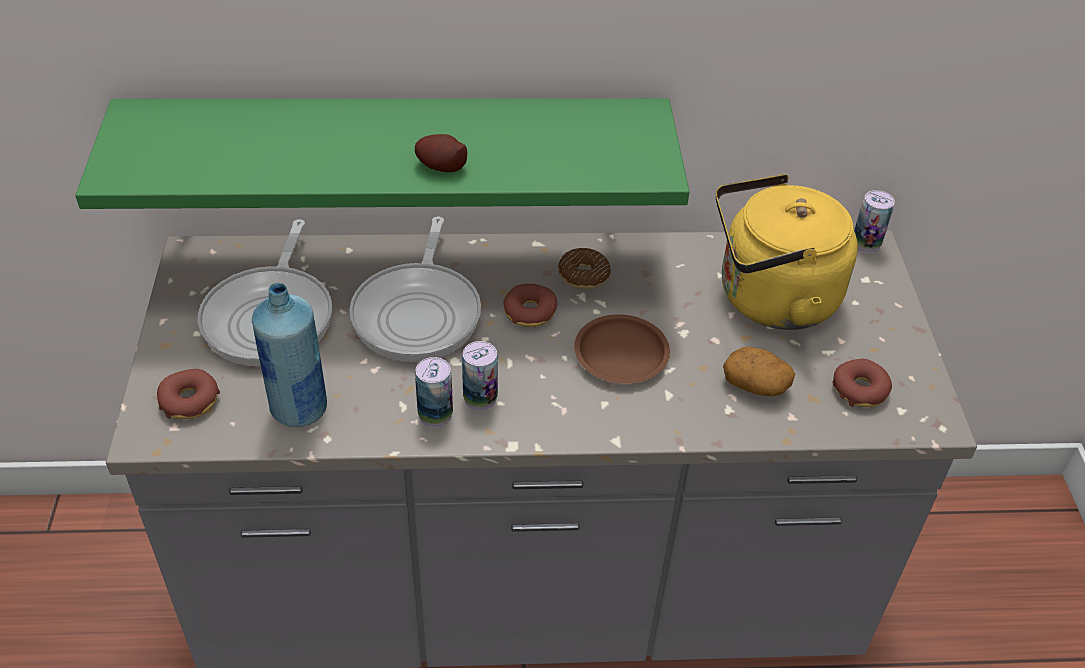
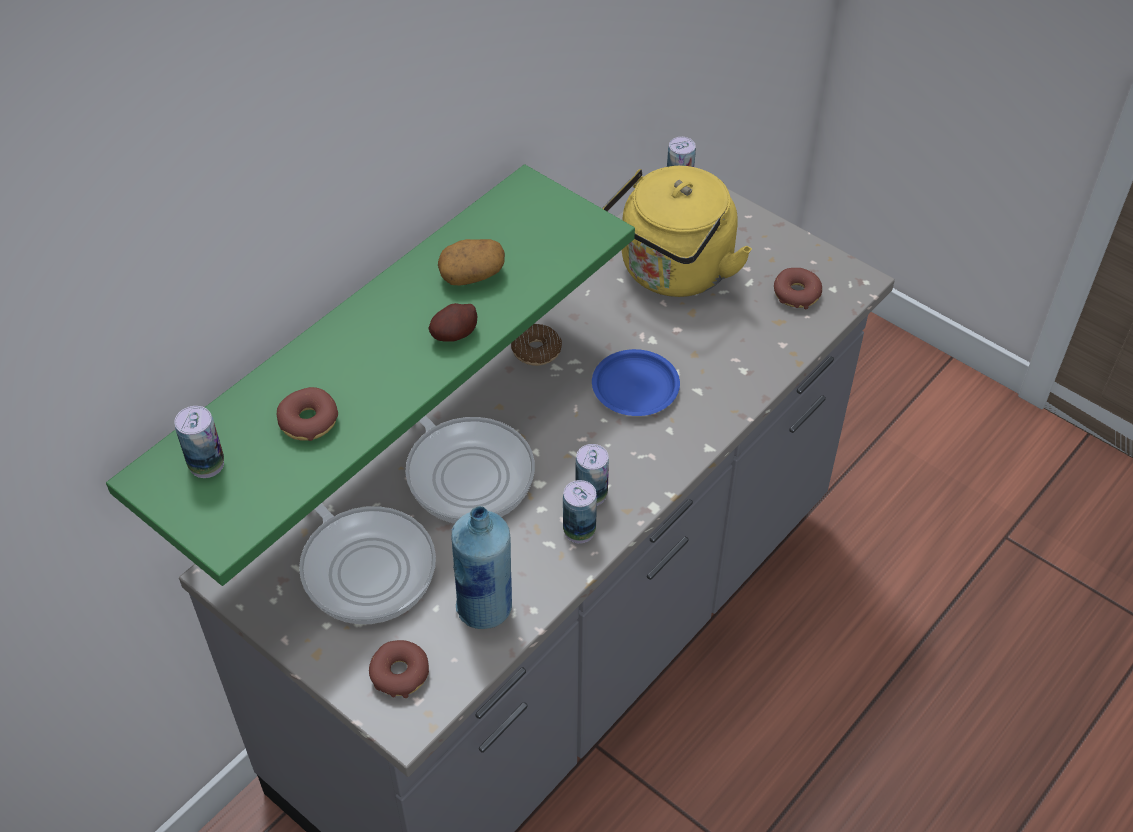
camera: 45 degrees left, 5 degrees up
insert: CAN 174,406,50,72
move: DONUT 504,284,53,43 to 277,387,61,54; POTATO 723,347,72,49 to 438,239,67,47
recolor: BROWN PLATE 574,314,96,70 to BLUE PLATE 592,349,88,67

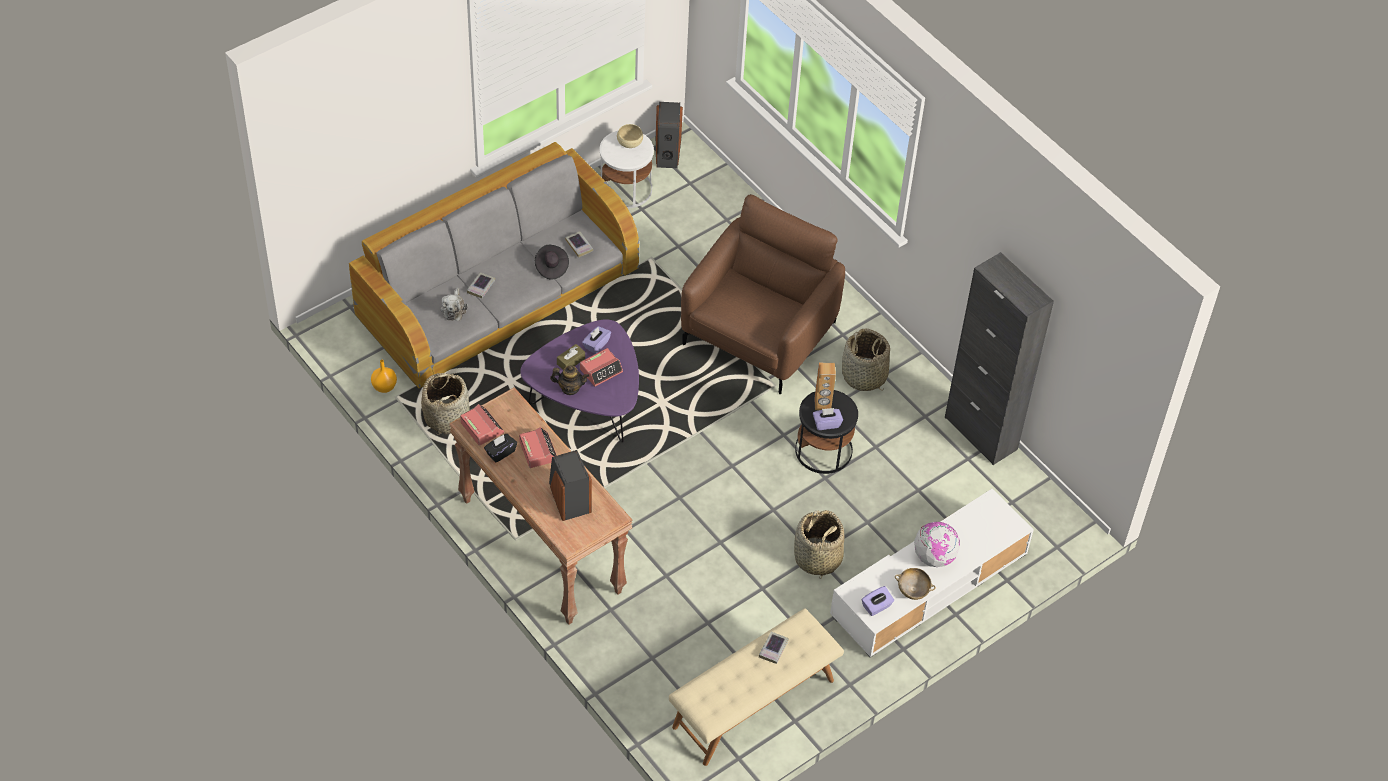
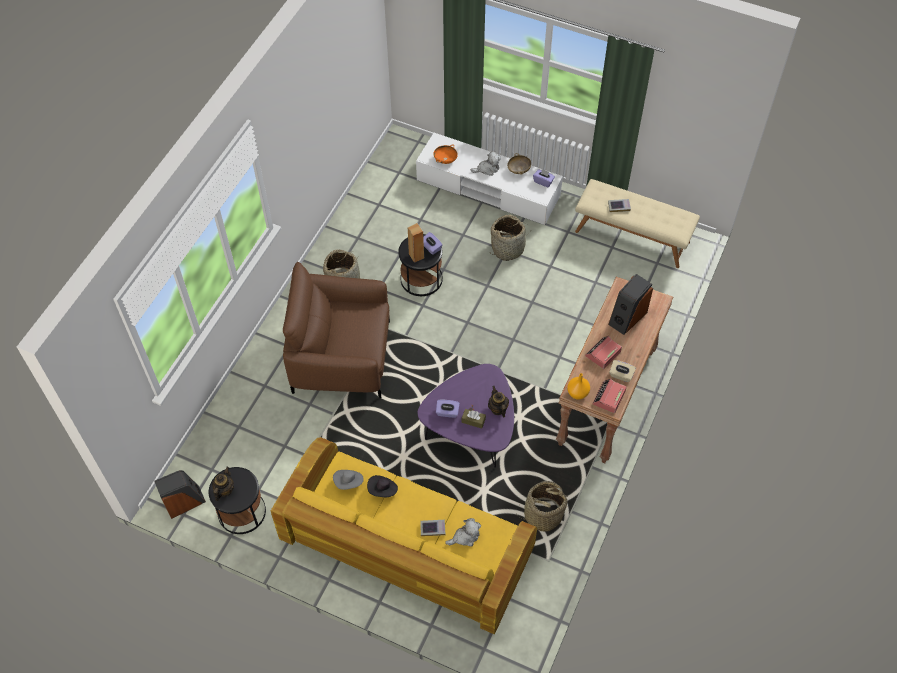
camera: 115 degrees left, 5 degrees up
delete: ALARM CLOCK 580,348,43,38; BLACK CABINET 945,252,109,213
insert: ORANGE BOWL 433,144,25,20
move: ORANGE VASE 371,360,26,33 to 567,373,23,27
replace: BOOK 565,231,28,27 to GREY HAT 333,470,31,20; BEIGE BOWL 617,124,26,24 to TEAPOT 212,467,22,34; GLOBE 914,522,46,45 to PLUSH TOY 471,151,30,25
recolor: GREY SOFA 349,142,290,246 to YELLOW SOFA 271,437,266,197; BLACK TISSUE BOX 484,434,33,29 to BEIGE TISSUE BOX 609,360,27,22; WHITE SIDE TABLE 600,131,54,78 to BLACK SIDE TABLE 209,467,57,67

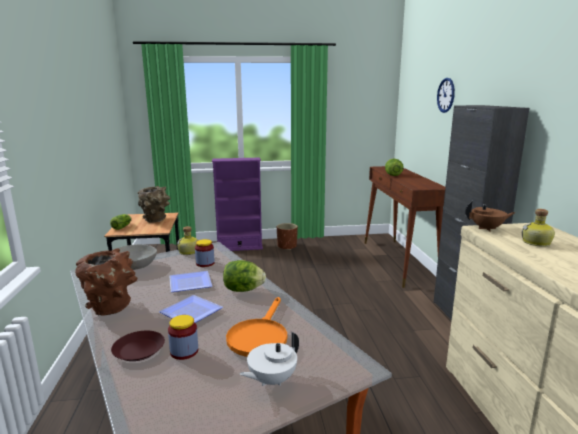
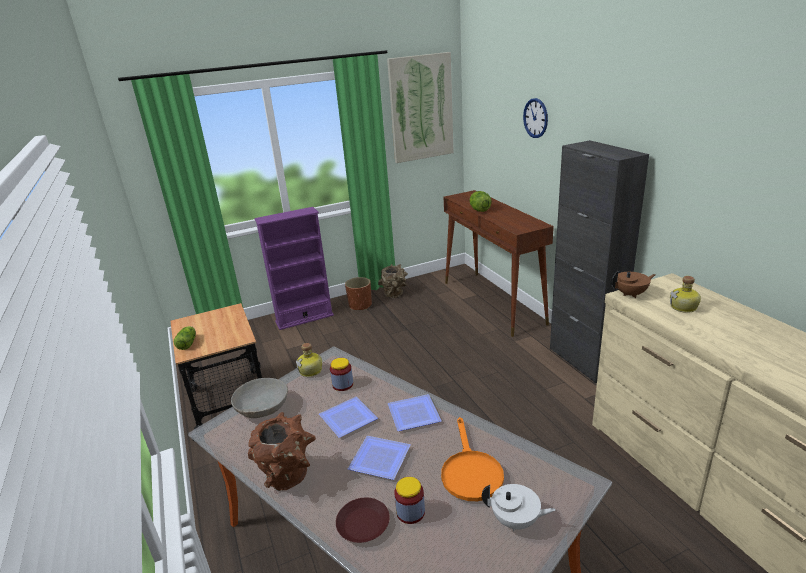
camera: 15 degrees left, 10 degrees up
insert: PICTURE 387,52,67,111
move: BROWN VASE 138,186,33,37 to 378,264,30,34
replace: LETTUCE 223,260,43,32 to PLATE 388,394,53,37
rotate: WHITE TEAPOT 240,332,59,54 = 482,484,74,47 105 degrees counterclockwise

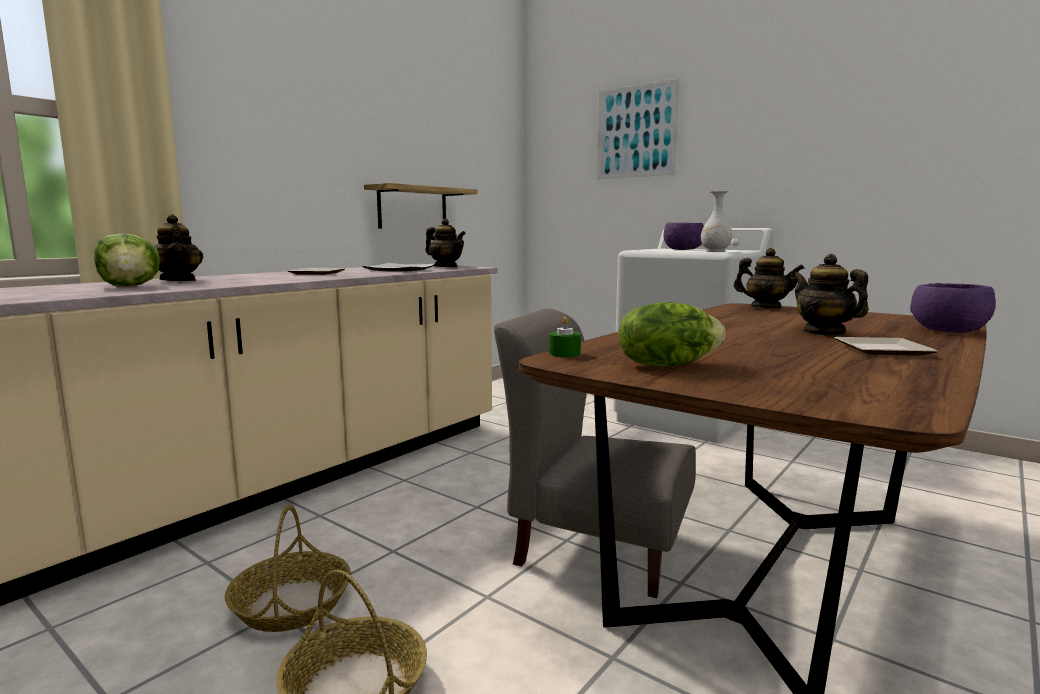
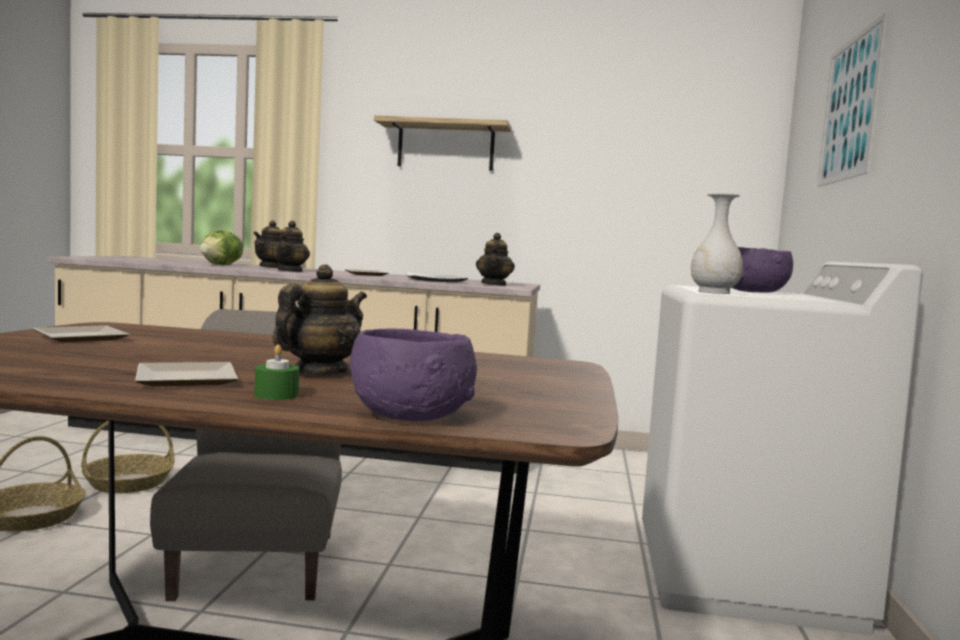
camera: 60 degrees right, 5 degrees down
move: SHELF 364,183,113,45 to 374,115,138,55; GREEN CANDLE 549,317,32,40 to 254,344,45,56; TEAPOT 734,248,70,60 to 272,221,38,51
replace: LETTUCE 619,302,106,64 to PLATE 33,325,97,18

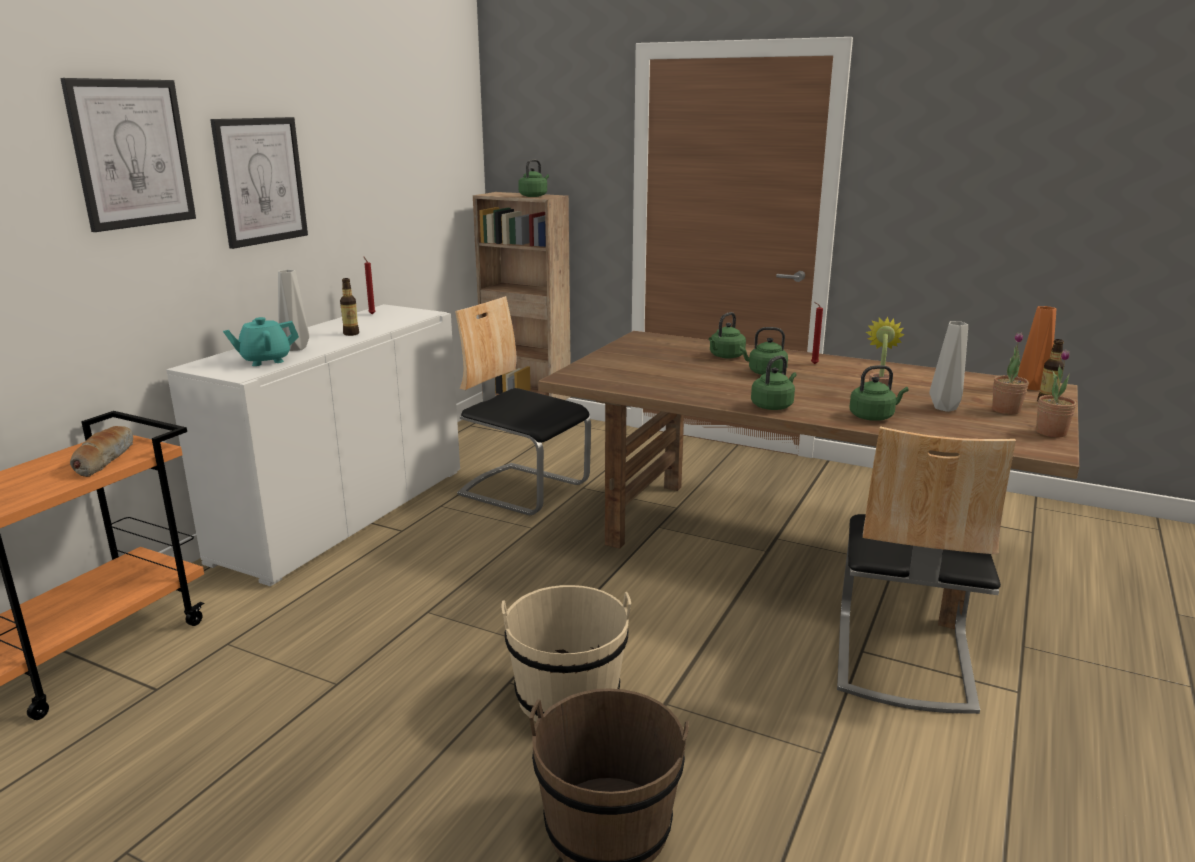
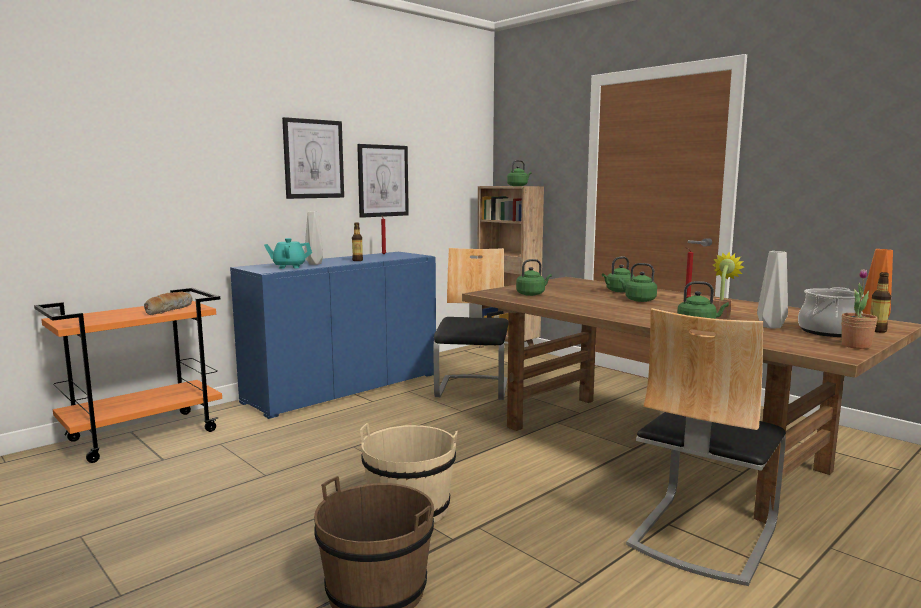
camera: 20 degrees right, 10 degrees down
move: PICTURE 60,78,136,154 to 357,144,52,74; GREEN KETTLE 751,356,46,54 to 516,259,36,37
replace: POTTED PLANT 992,332,37,82 to COOKING POT 798,287,66,50
recolor: WHITE CABINET 166,304,294,282 to BLUE CABINET 230,252,206,167
rotate: CHAIR 455,296,136,219 = 433,248,75,152 45 degrees clockwise

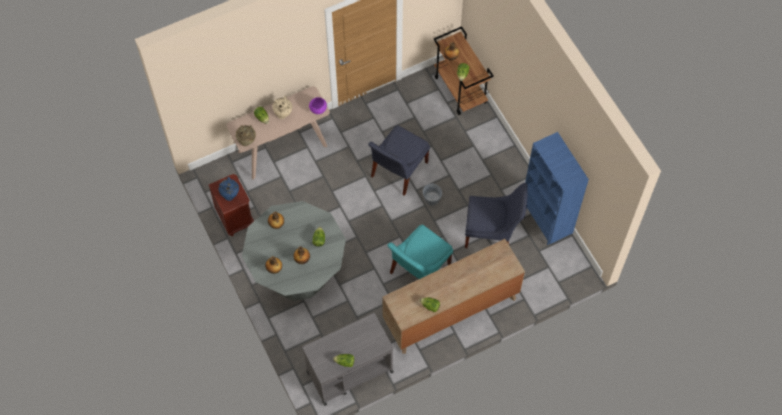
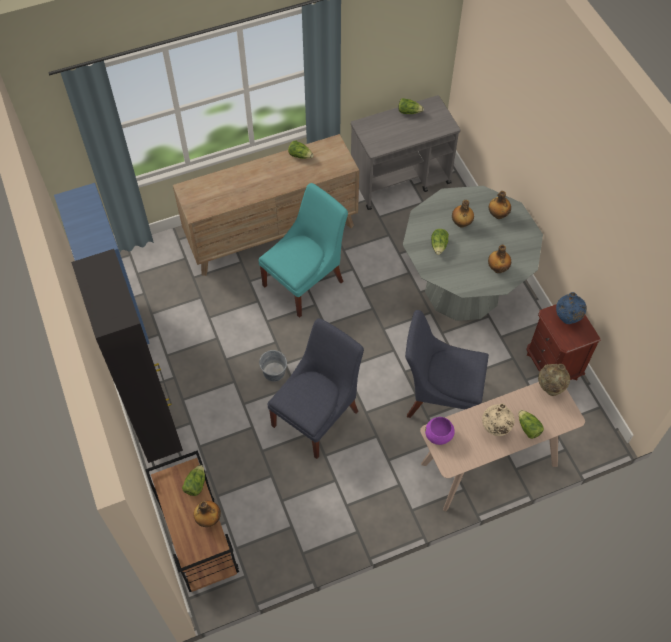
camera: 175 degrees left, 5 degrees down
insert: BLACK CABINET 71,249,112,217
move: BLUE CHAIR 465,183,63,65 to 405,310,84,108

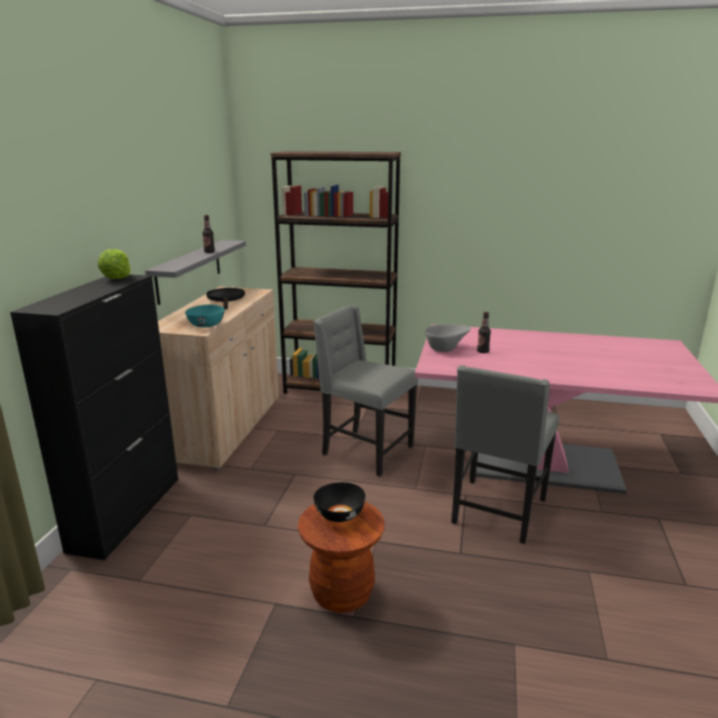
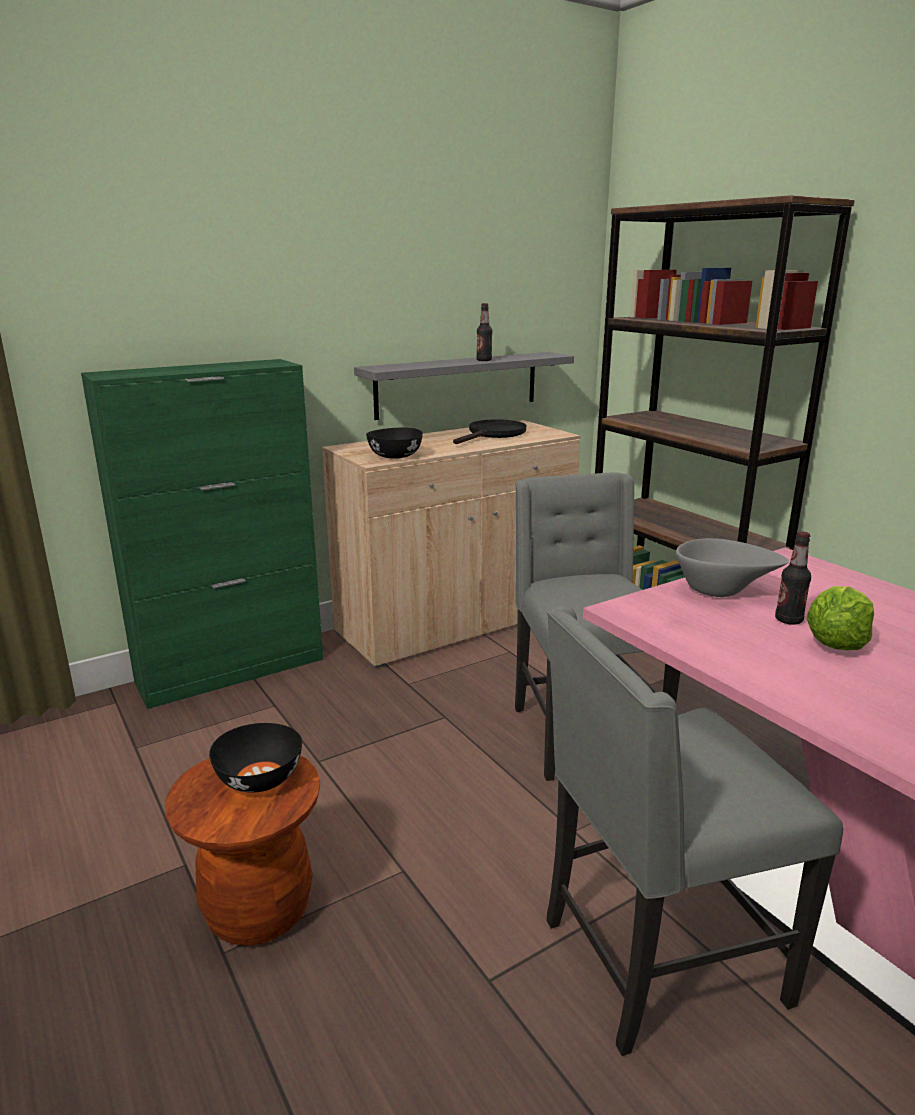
camera: 45 degrees right, 0 degrees up
move: LETTUCE 98,249,33,30 to 806,586,68,64
recolor: BLACK CABINET 10,274,168,286 to GREEN CABINET 81,359,242,350; TURQUOISE BOWL 185,305,40,22 to BLACK BOWL 366,428,57,31

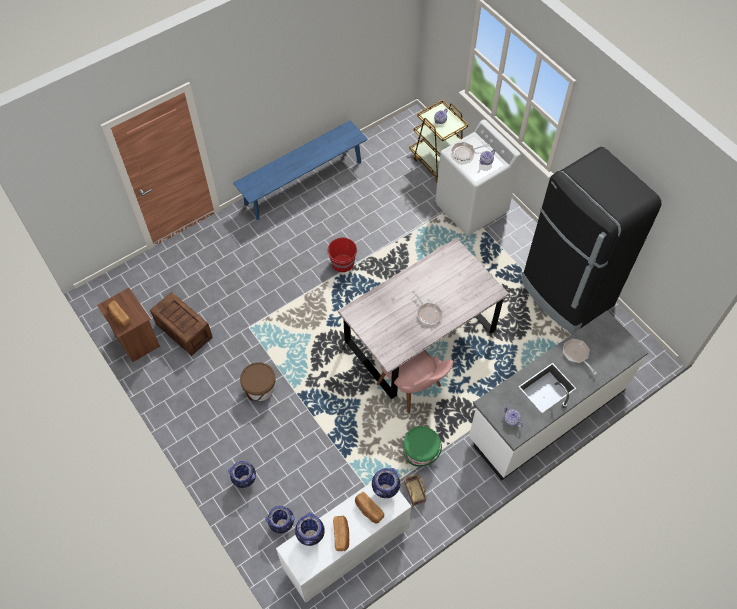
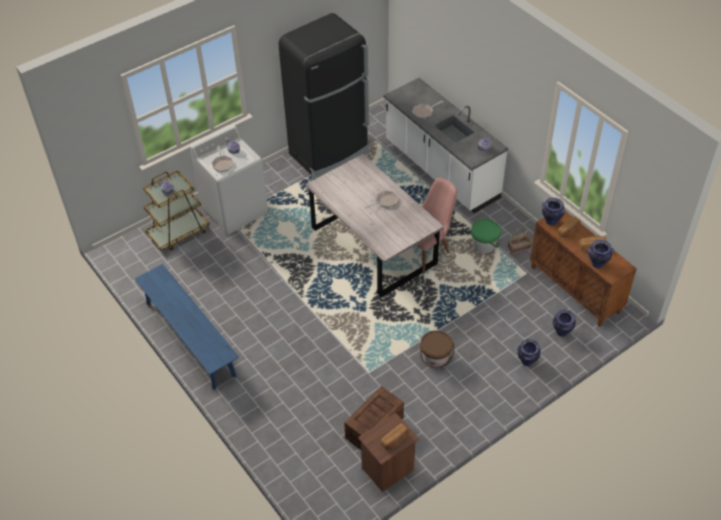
camera: 90 degrees left, 10 degrees down
delete: RED BUCKET 327,238,30,34
recolor: WHITE CABINET 276,482,136,121 to BROWN CABINET 530,211,107,116

